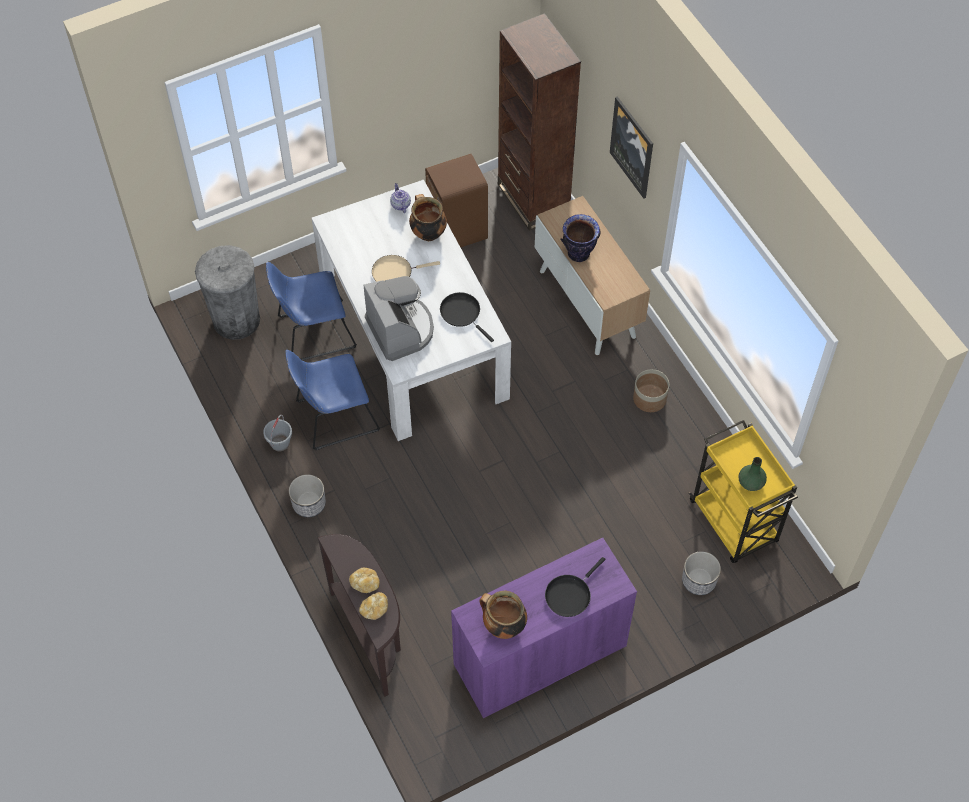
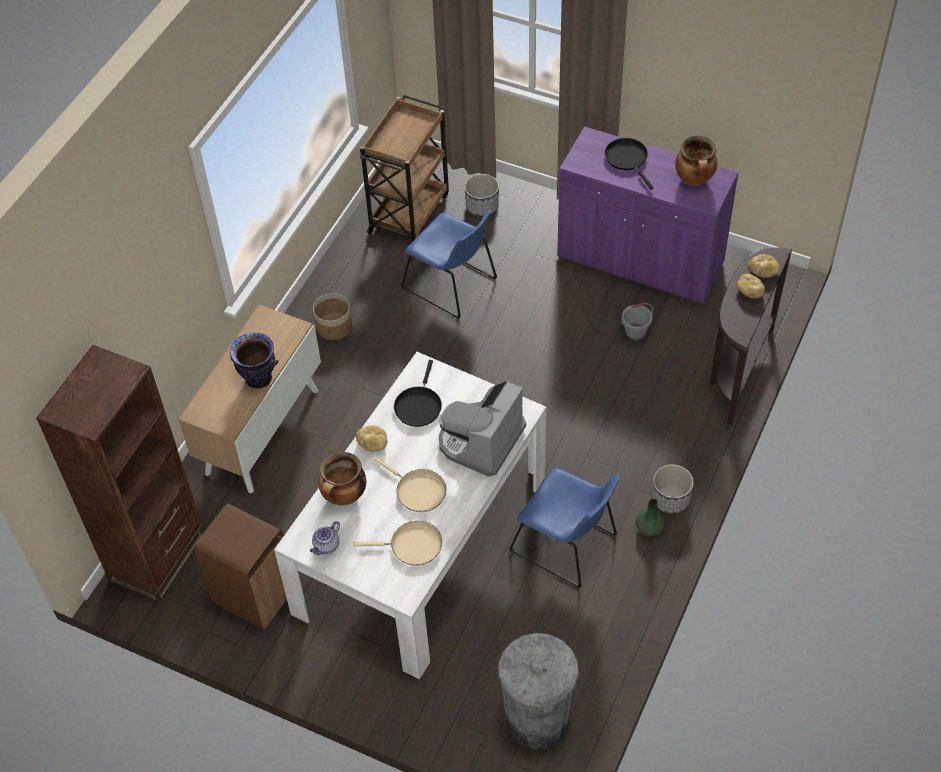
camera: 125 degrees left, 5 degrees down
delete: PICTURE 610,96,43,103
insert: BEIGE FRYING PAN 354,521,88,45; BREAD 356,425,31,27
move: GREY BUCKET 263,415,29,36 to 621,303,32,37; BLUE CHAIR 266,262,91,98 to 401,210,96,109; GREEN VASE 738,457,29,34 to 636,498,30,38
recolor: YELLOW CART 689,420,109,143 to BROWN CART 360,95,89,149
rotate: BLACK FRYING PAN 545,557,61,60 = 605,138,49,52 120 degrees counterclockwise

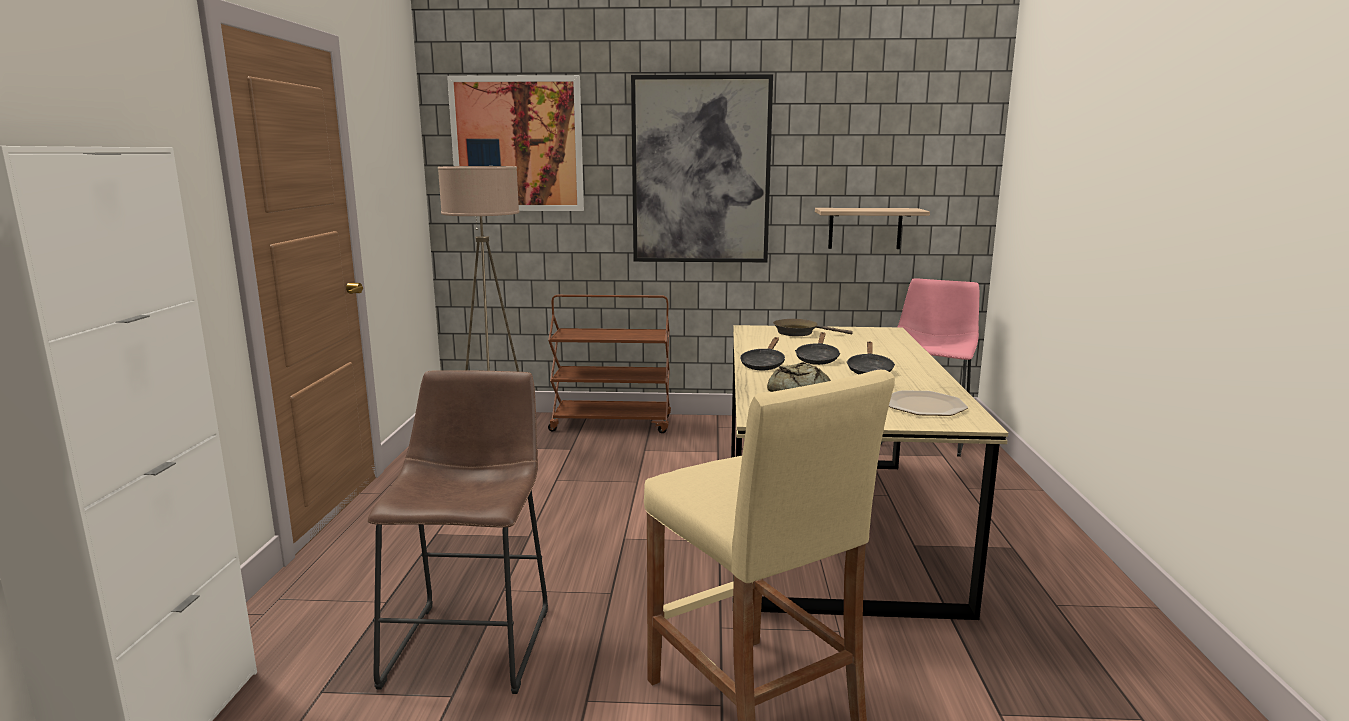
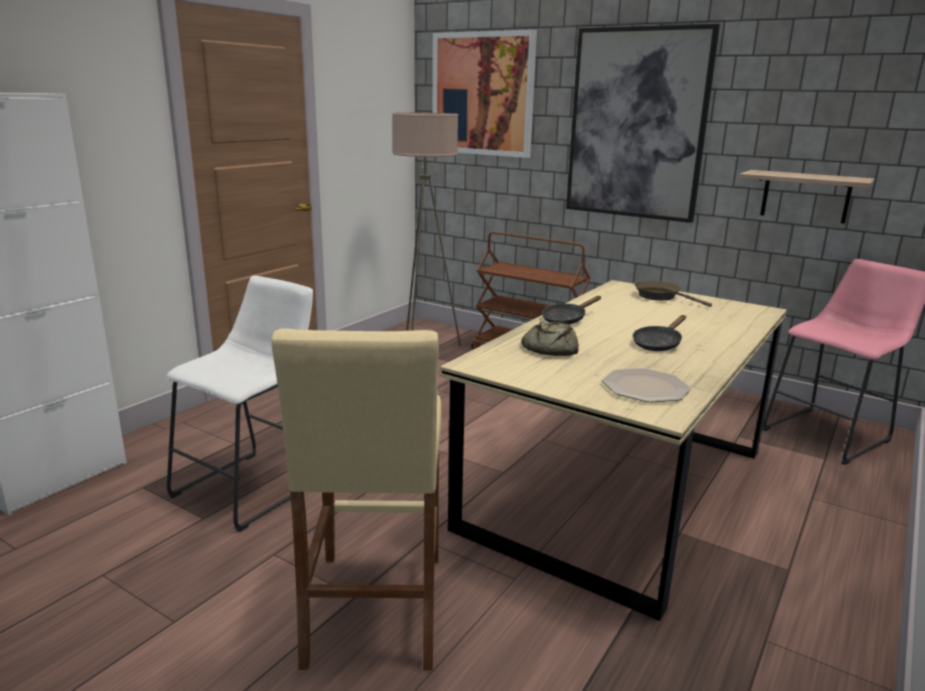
camera: 30 degrees right, 5 degrees up
delete: BLACK FRYING PAN 795,332,45,33
recolor: BROWN STOOL 368,370,180,324 to WHITE STOOL 166,276,147,256

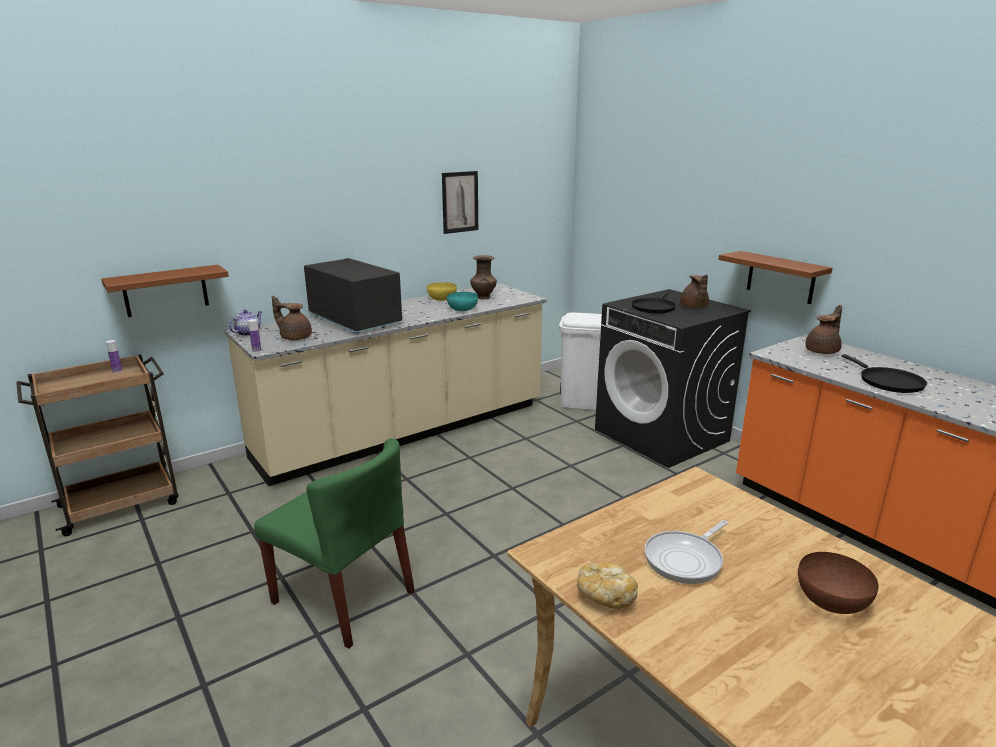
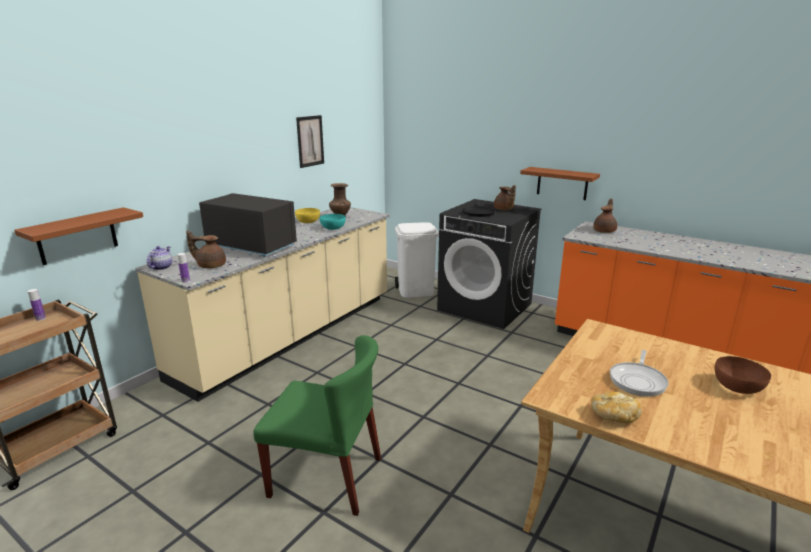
camera: 20 degrees left, 0 degrees up
delete: BLACK FRYING PAN 842,354,85,39

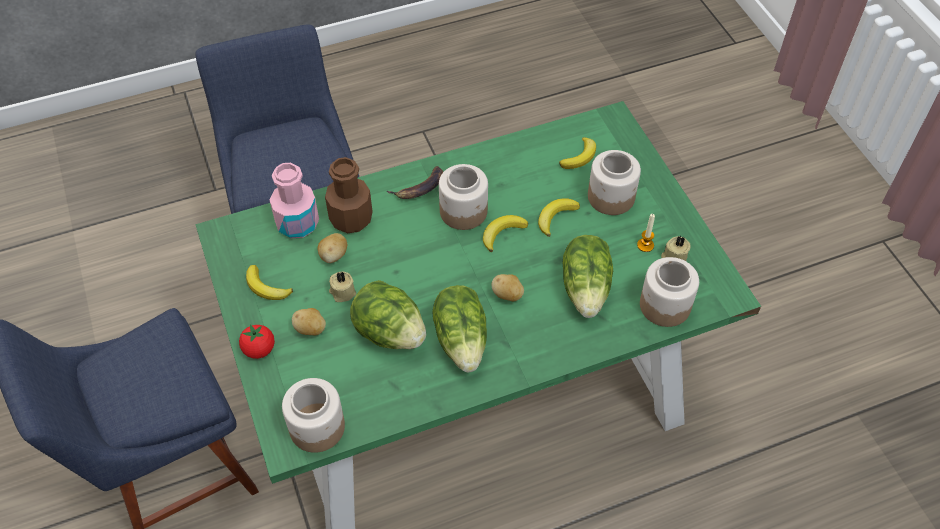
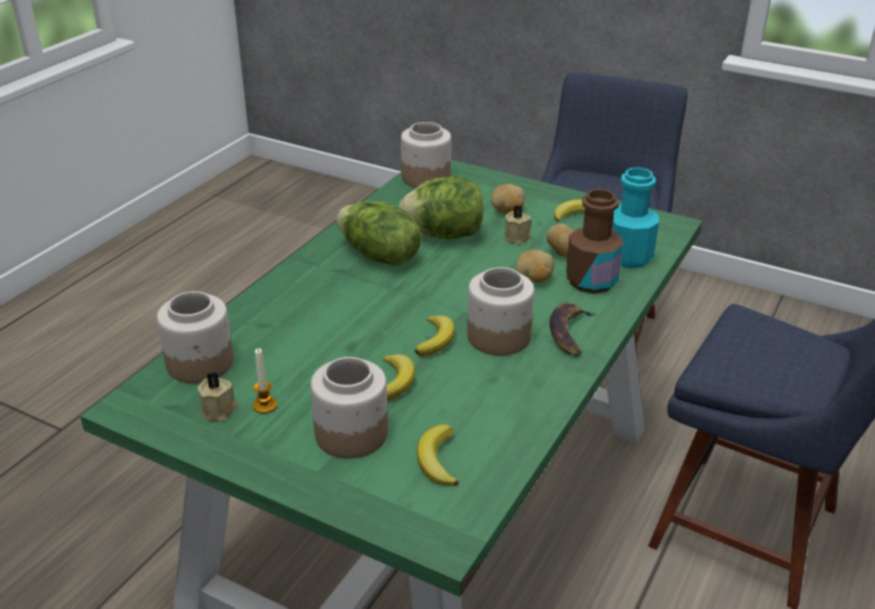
camera: 140 degrees right, 20 degrees down
delete: TOMATO 239,324,36,35; LETTUCE 563,235,50,83
move: POTATO 492,274,32,27 to 516,249,38,34
recolor: PINK BOTTLE 270,163,49,75 to TURQUOISE BOTTLE 612,167,47,101

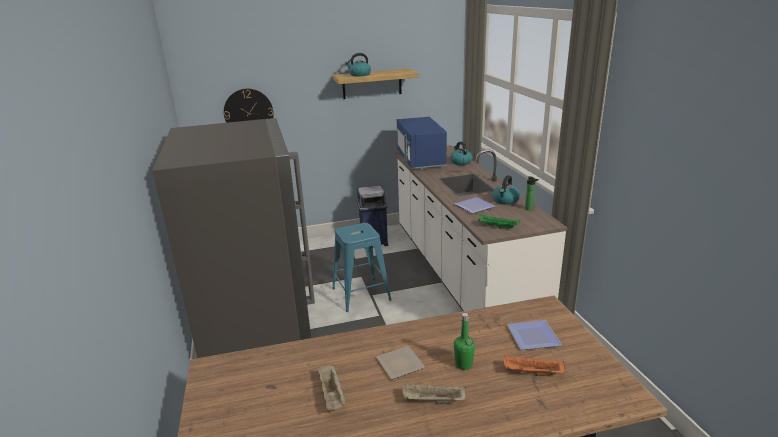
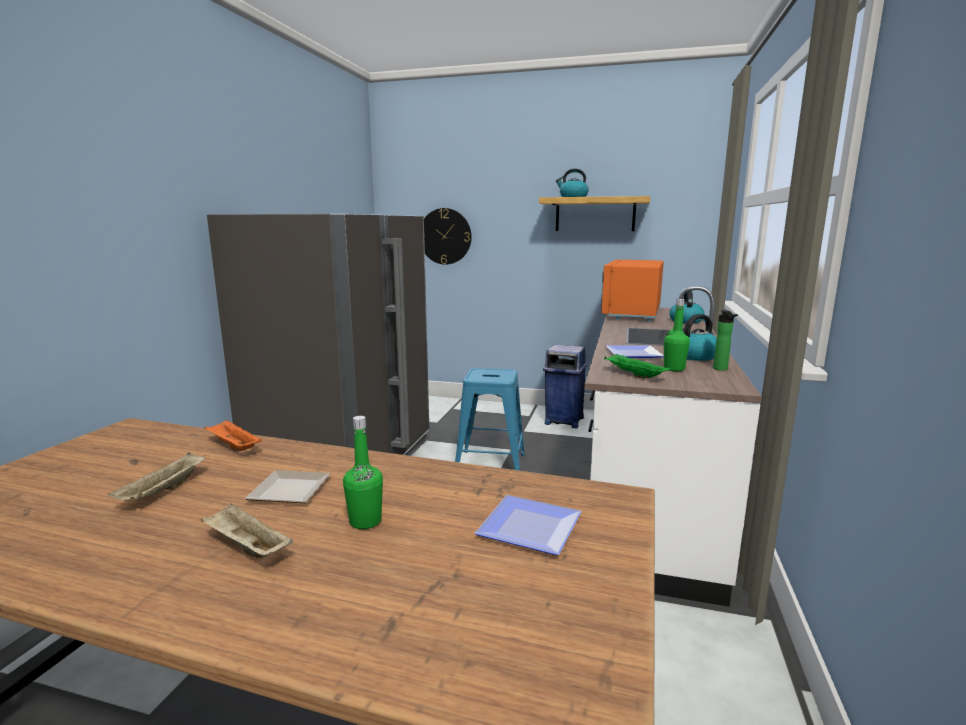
camera: 30 degrees right, 10 degrees down
insert: GREEN BOTTLE 664,299,26,72
move: ORANGE TRAY 503,356,62,20 to 205,419,57,33
recolor: BLUE MICROWAVE 397,117,50,53 to ORANGE MICROWAVE 601,260,63,62

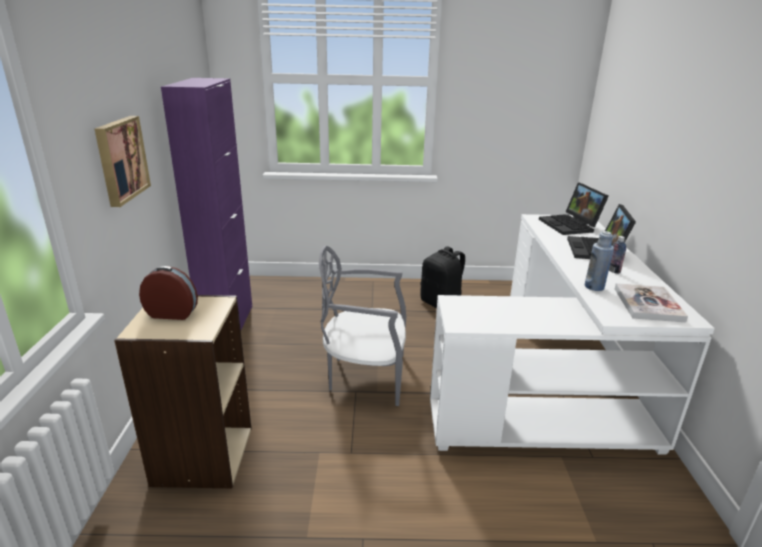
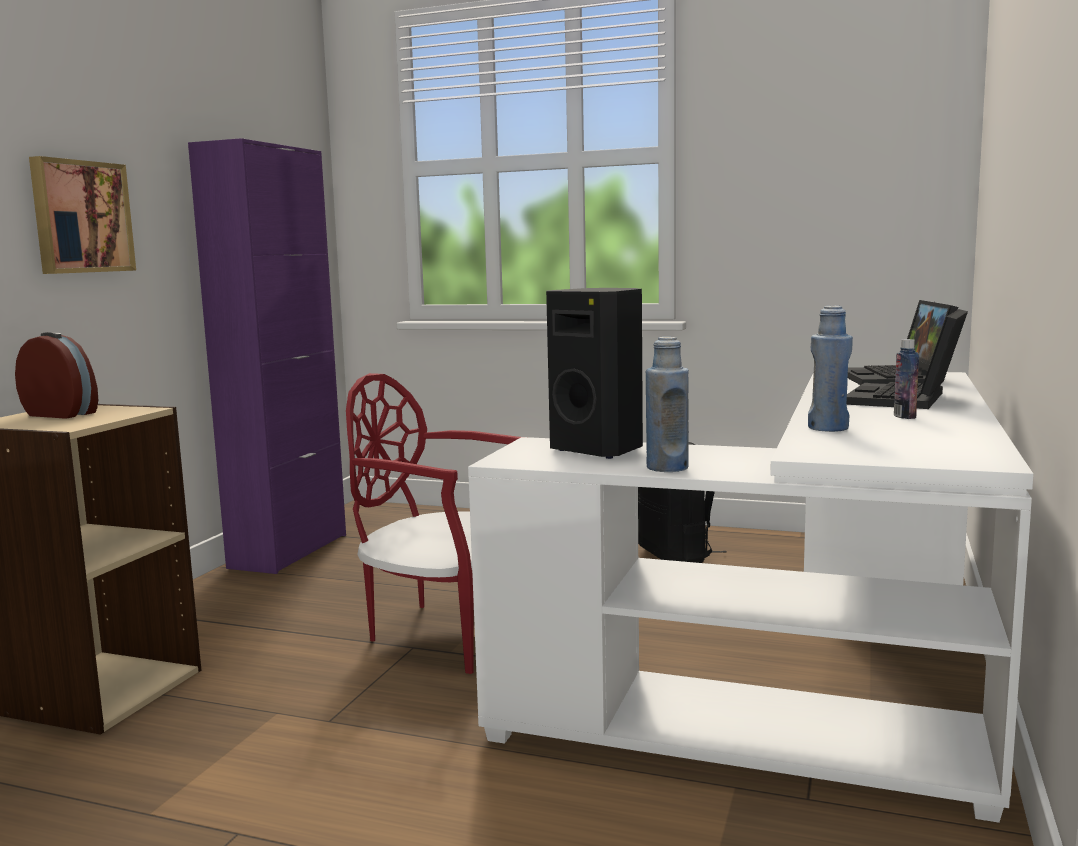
camera: 20 degrees right, 15 degrees down
delete: BOOK 615,283,73,39
insert: BLACK SPEAKER 546,288,97,171; BLUE BOTTLE 646,337,43,135
recolor: GREY CHAIR 319,246,87,160 to RED CHAIR 346,373,175,301

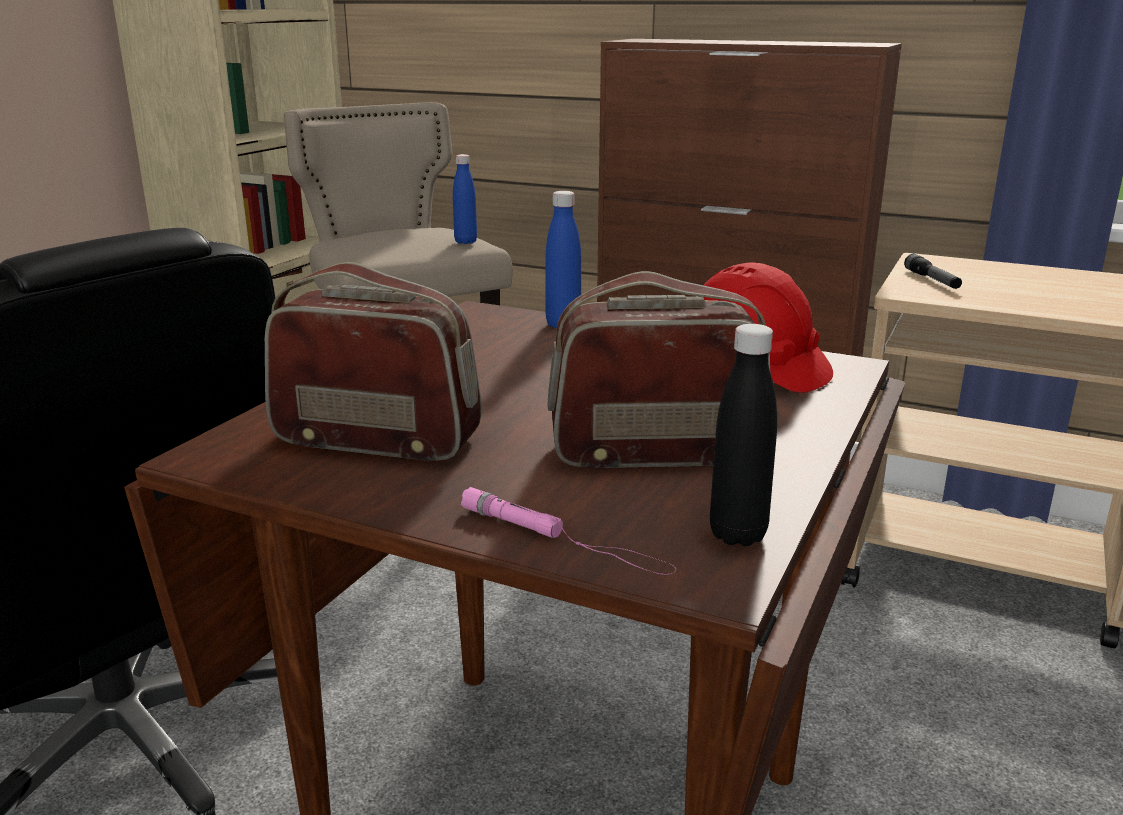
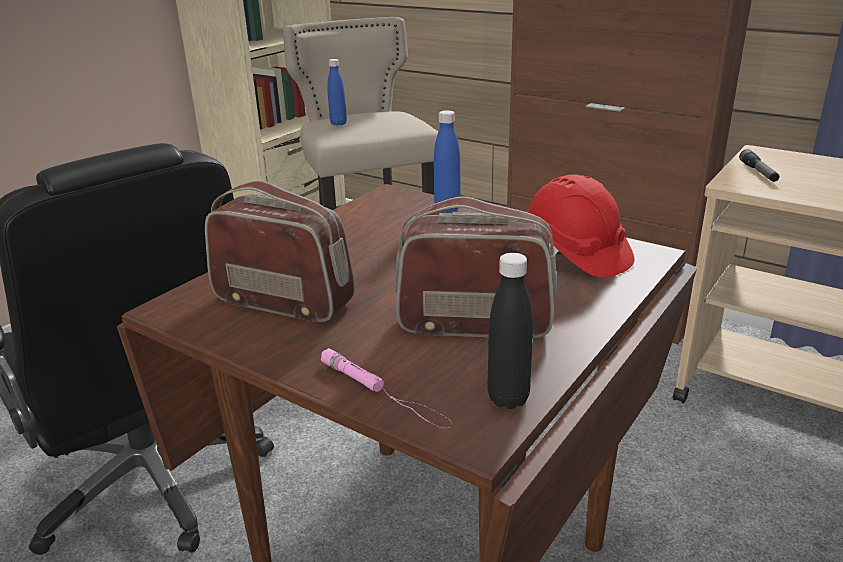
camera: 10 degrees right, 5 degrees up
move: BLUE BOTTLE 453,154,24,90 to 327,59,20,67

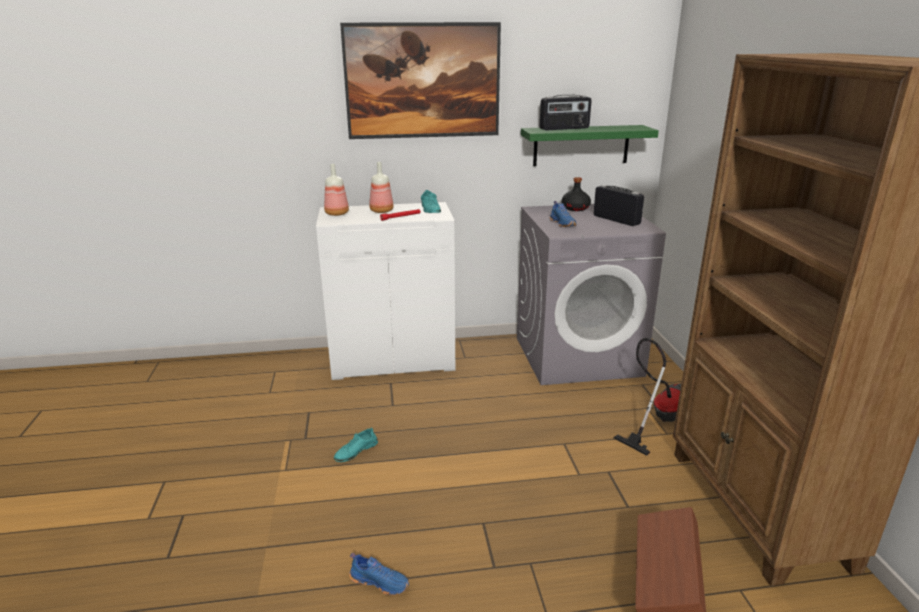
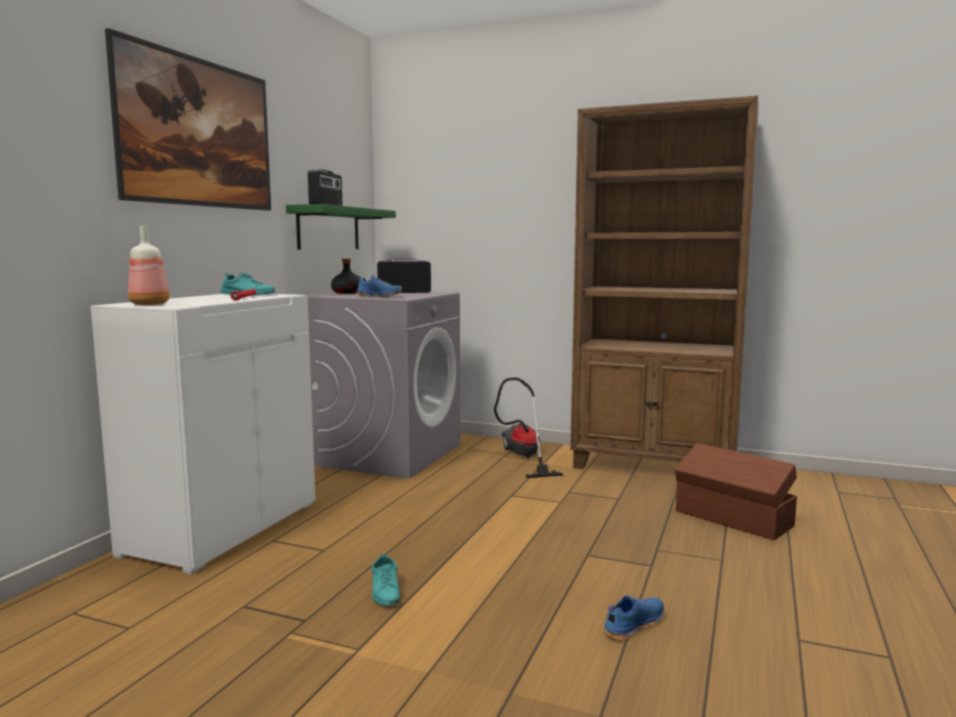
camera: 60 degrees left, 15 degrees down
delete: BOTTLE 369,162,24,51

